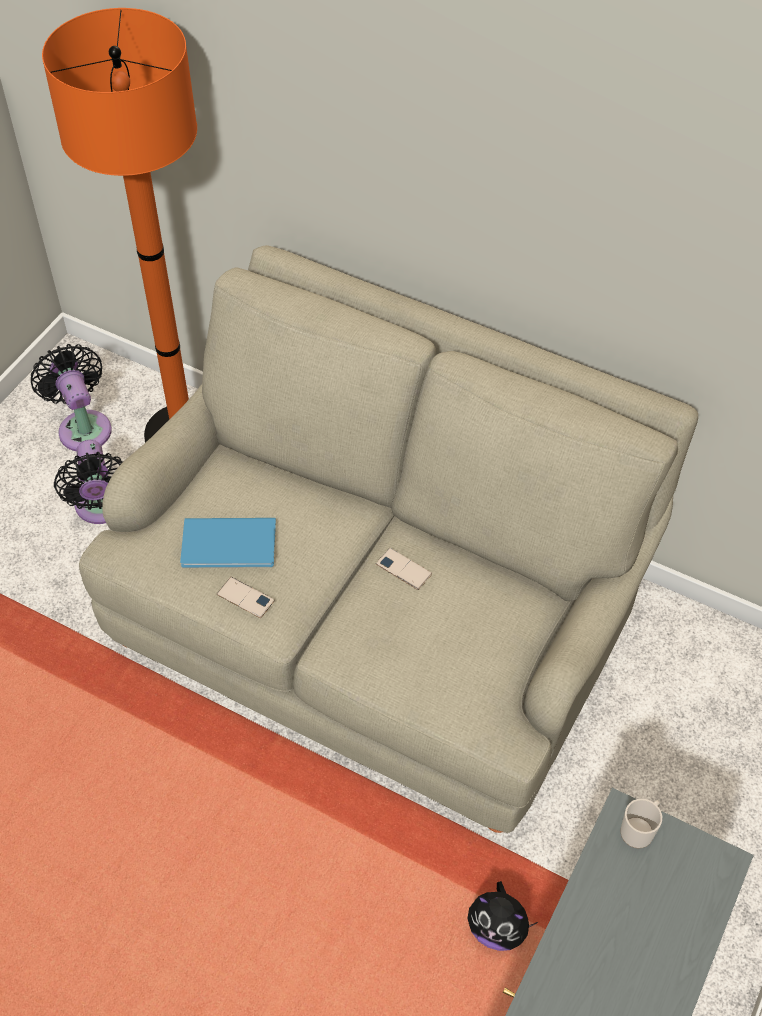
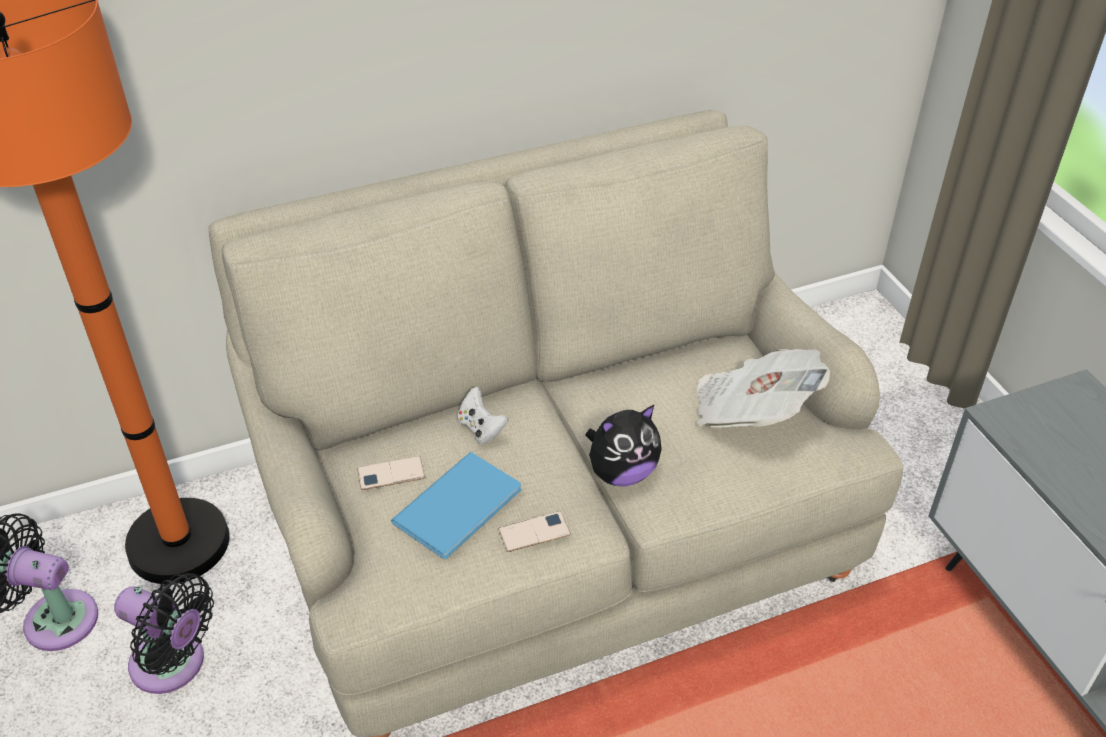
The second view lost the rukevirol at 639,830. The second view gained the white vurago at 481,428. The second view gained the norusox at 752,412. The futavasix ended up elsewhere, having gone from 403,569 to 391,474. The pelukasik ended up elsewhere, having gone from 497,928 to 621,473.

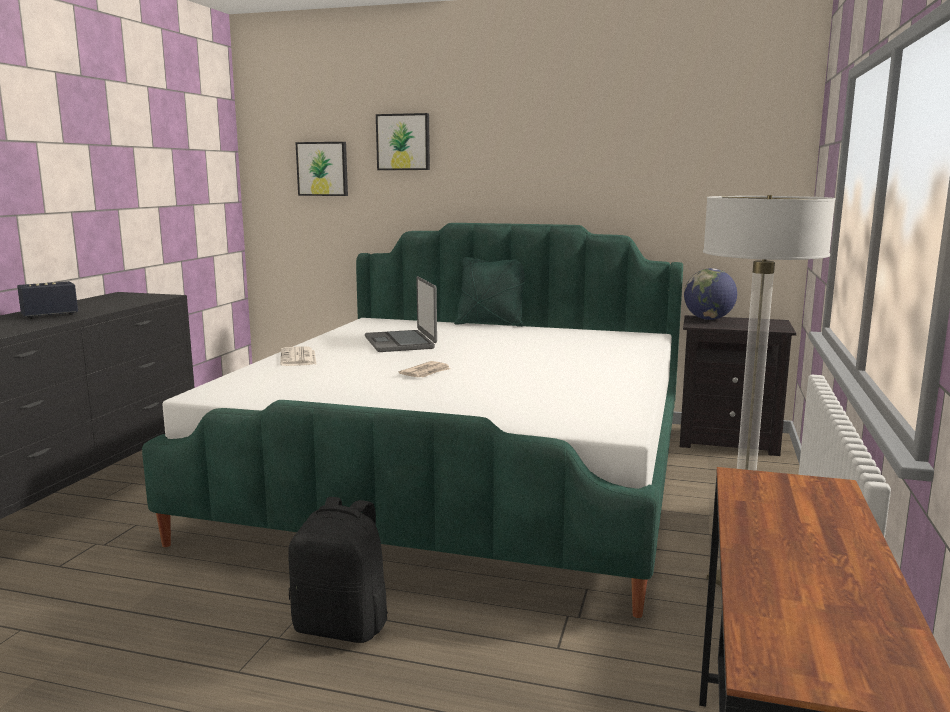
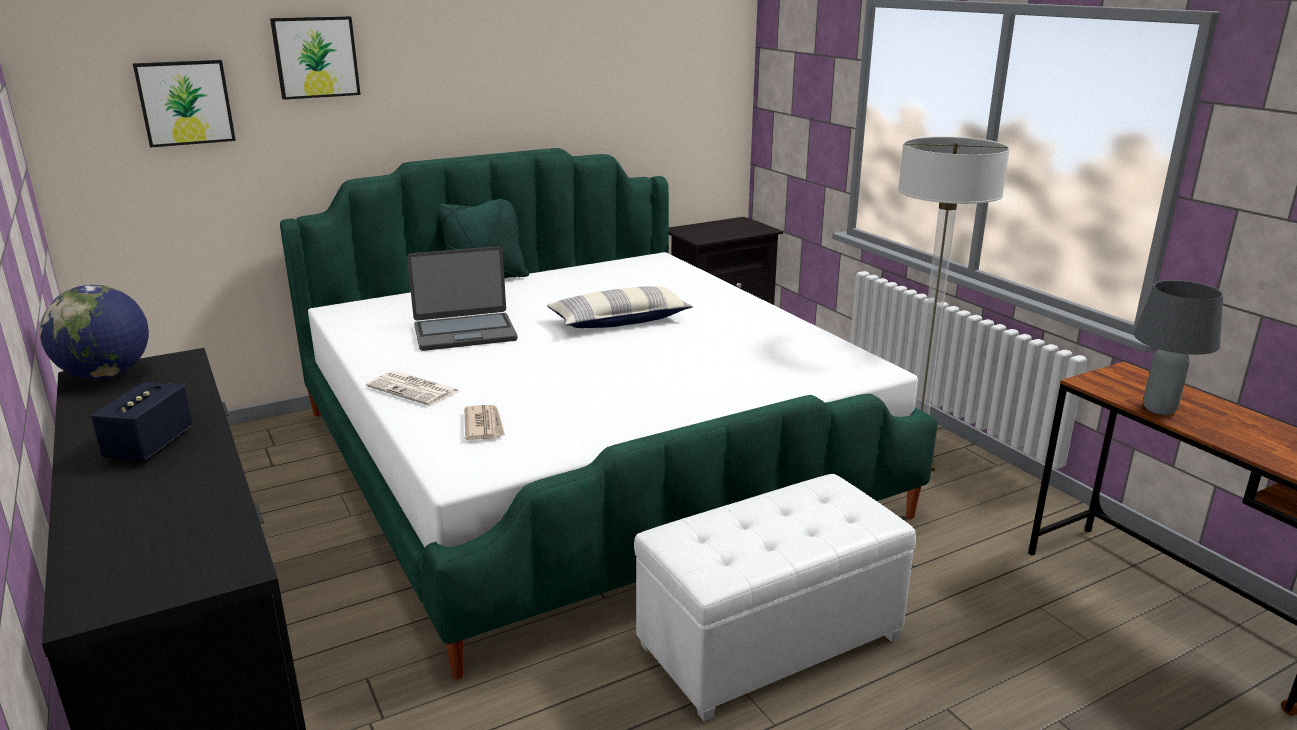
The second view gained the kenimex at 620,321. The second view gained the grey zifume at 1158,409. The norusox ended up elsewhere, having gone from 426,372 to 484,425. The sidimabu ended up elsewhere, having gone from 708,319 to 106,375. Where the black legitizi stood at 342,626, the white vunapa came to stand at 769,641. The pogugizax at 401,342 ended up facing another way, 45 degrees counterclockwise from before.

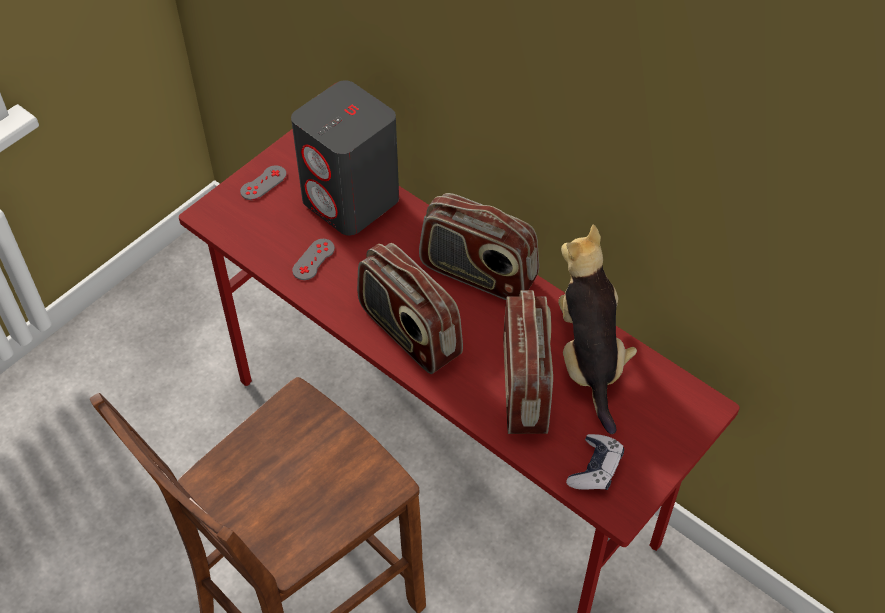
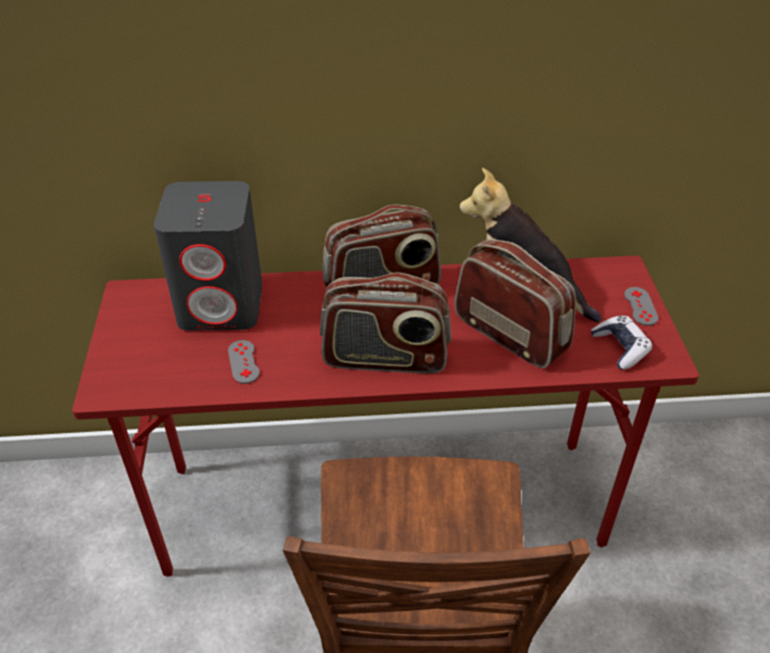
The grey vurago ended up elsewhere, having gone from 263,183 to 640,306.

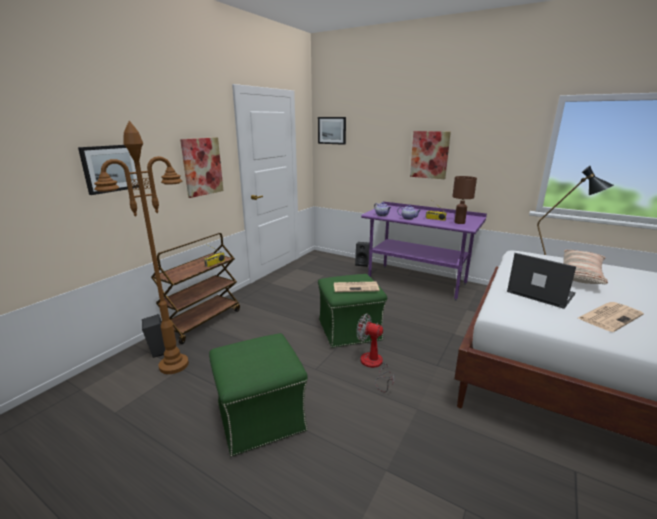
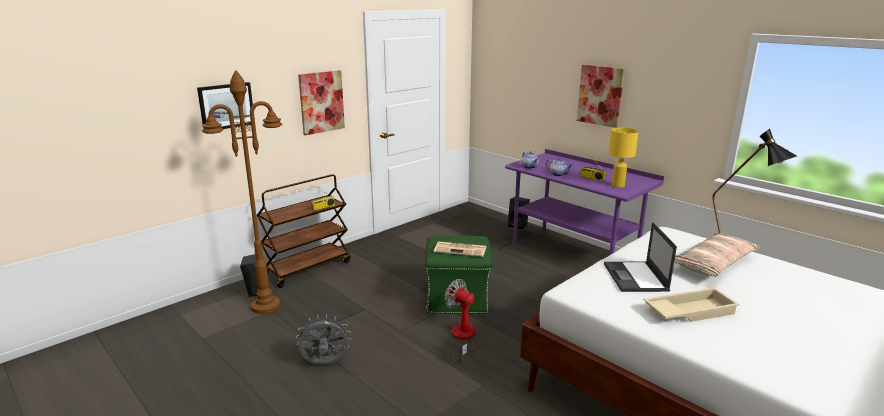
The second view lost the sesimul at 332,130. Where the green vunapa stood at 260,417, the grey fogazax came to stand at 325,364. Where the norusox stood at 609,316, the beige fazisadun came to stand at 689,311. What was the brown zifume at 459,222 turned into the yellow zifume at 617,185. The pogugizax at 539,293 ended up facing another way, 150 degrees counterclockwise from before.

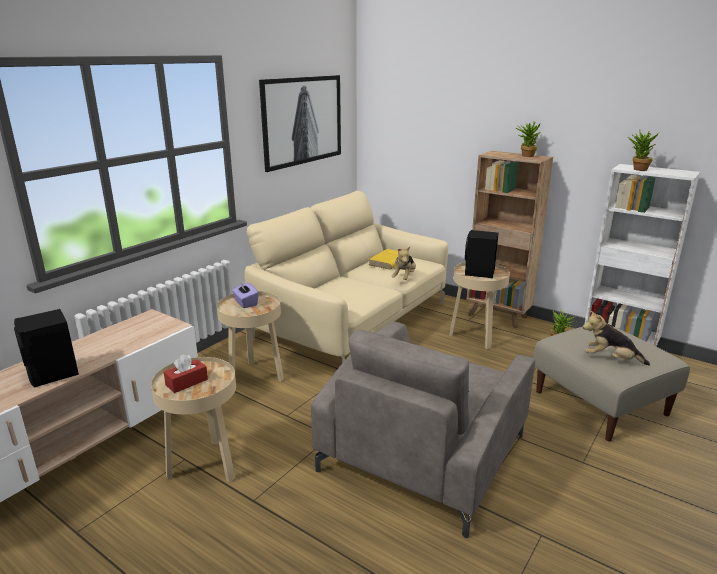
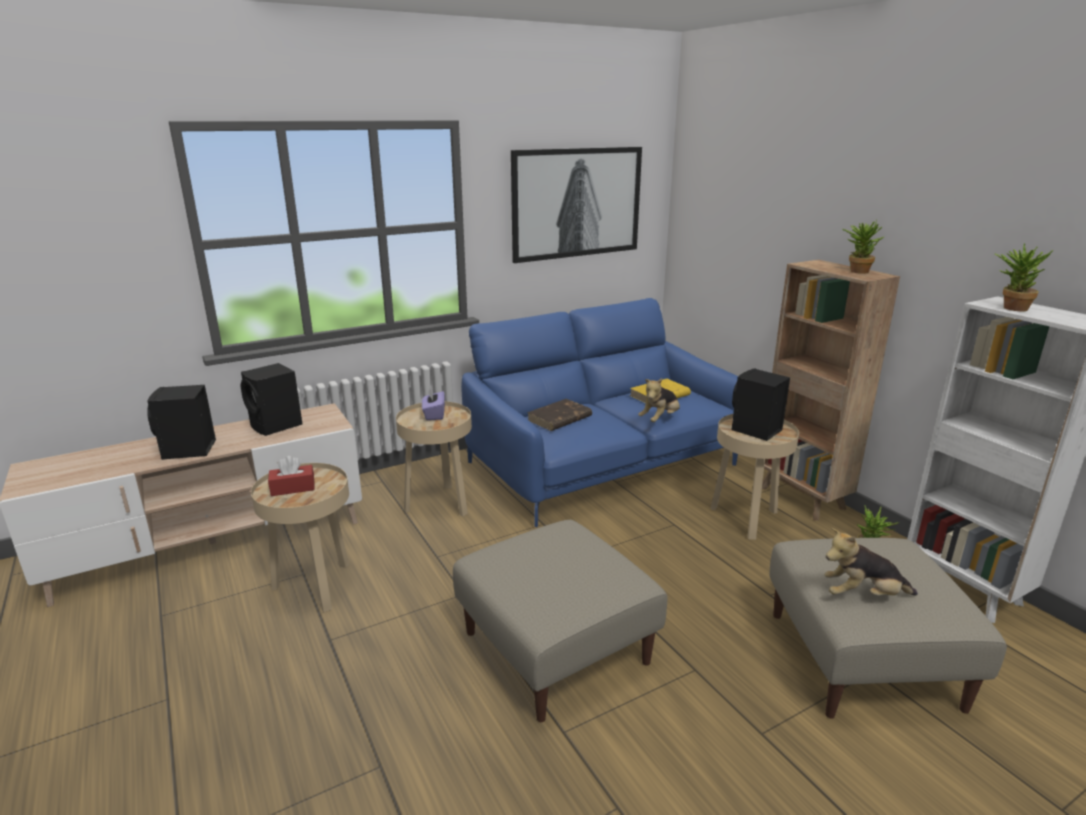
The second view gained the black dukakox at 276,426. The second view gained the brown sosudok at 559,418. Where the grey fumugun stood at 423,452, the beige vunapa came to stand at 554,647. What was the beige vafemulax at 354,321 turned into the blue vafemulax at 601,464. The pelukasik at 610,359 ended up facing another way, 45 degrees counterclockwise from before.

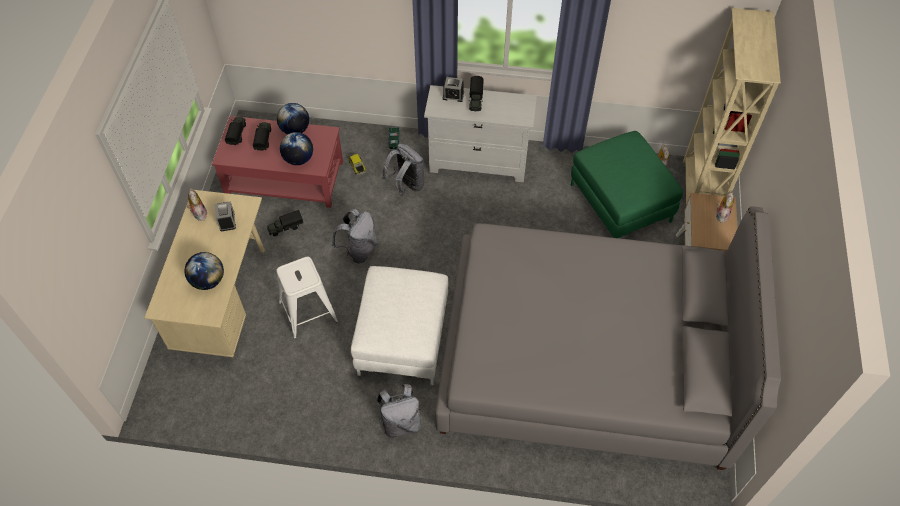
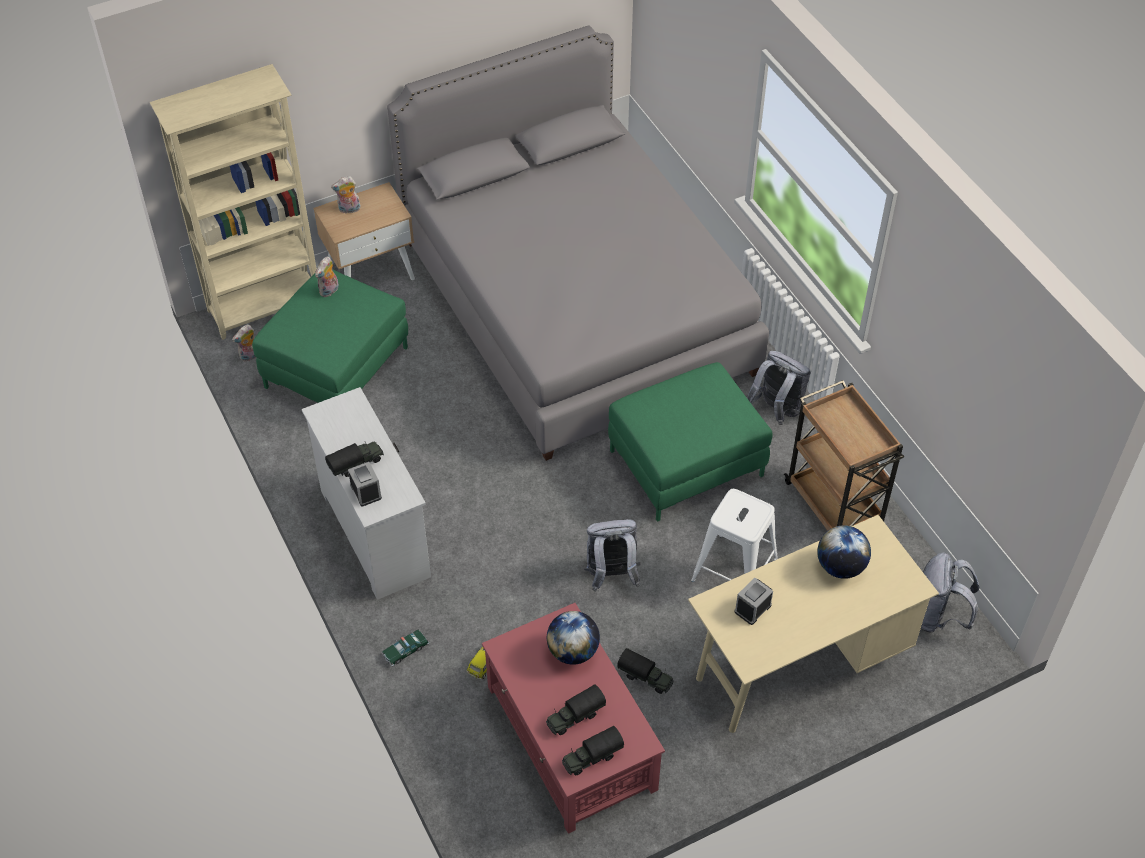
The second view lost the sidimabu at 295,130. The second view gained the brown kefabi at 834,505. The pelukasik ended up elsewhere, having gone from 199,213 to 329,291. The grey legitizi ended up elsewhere, having gone from 406,185 to 938,616. What was the white vunapa at 403,339 turned into the green vunapa at 686,463.

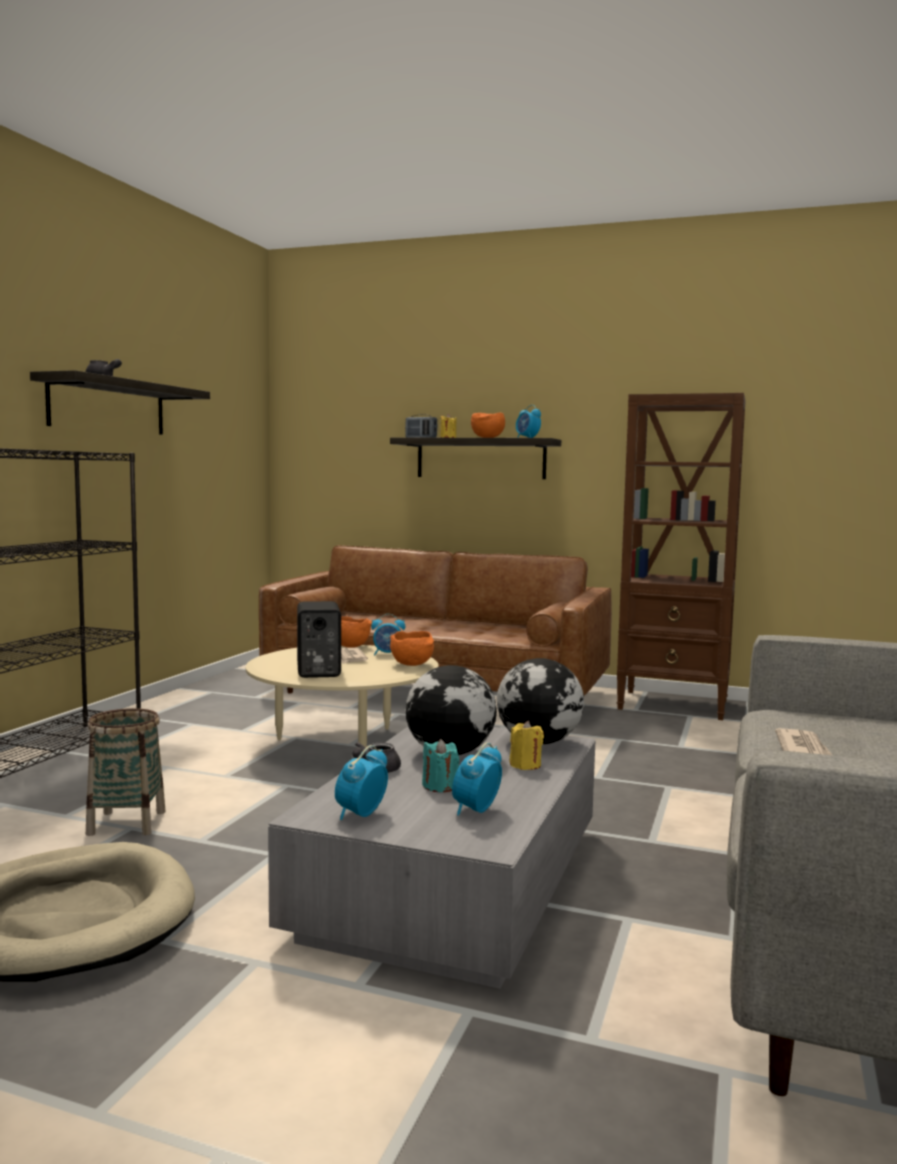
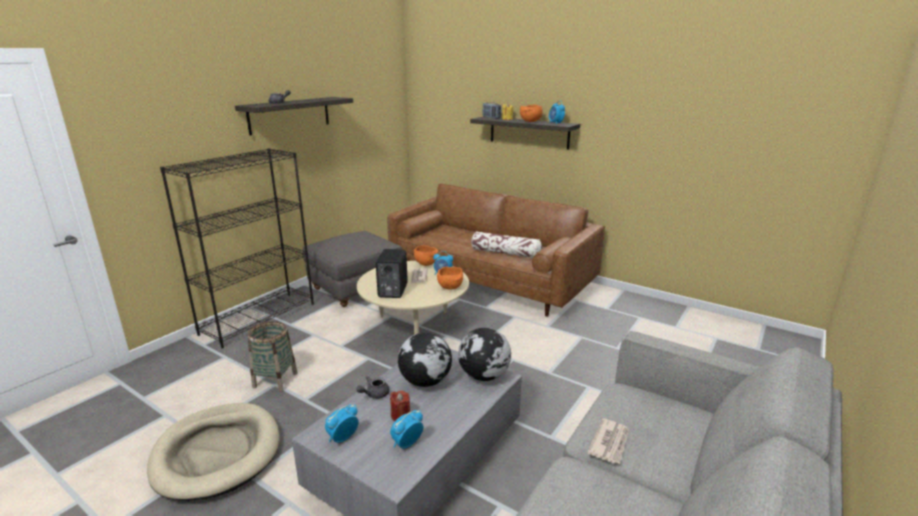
The second view lost the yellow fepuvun at 525,765. The second view lost the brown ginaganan at 674,705. The second view gained the grey vunapa at 355,289. The second view gained the kenimex at 506,253. What was the turquoise fepuvun at 439,786 turned into the red fepuvun at 400,415.

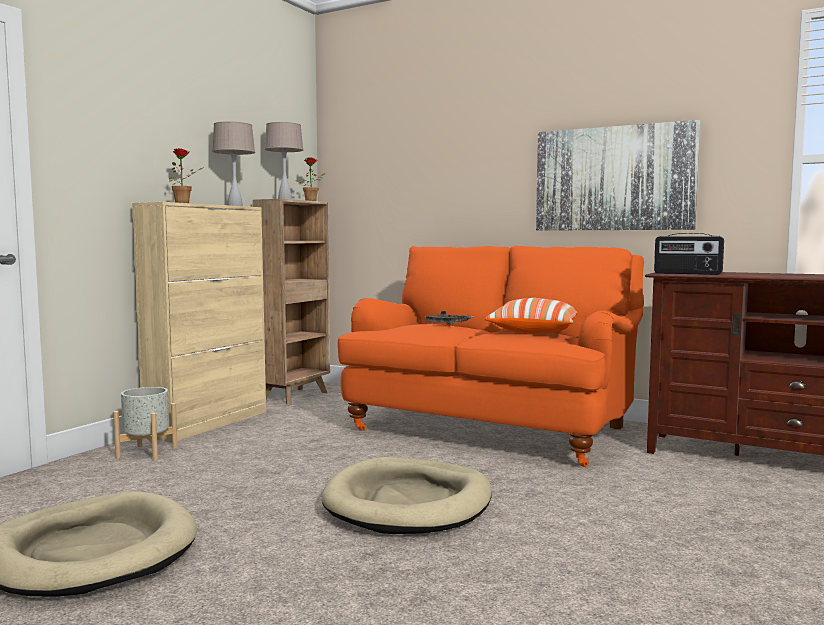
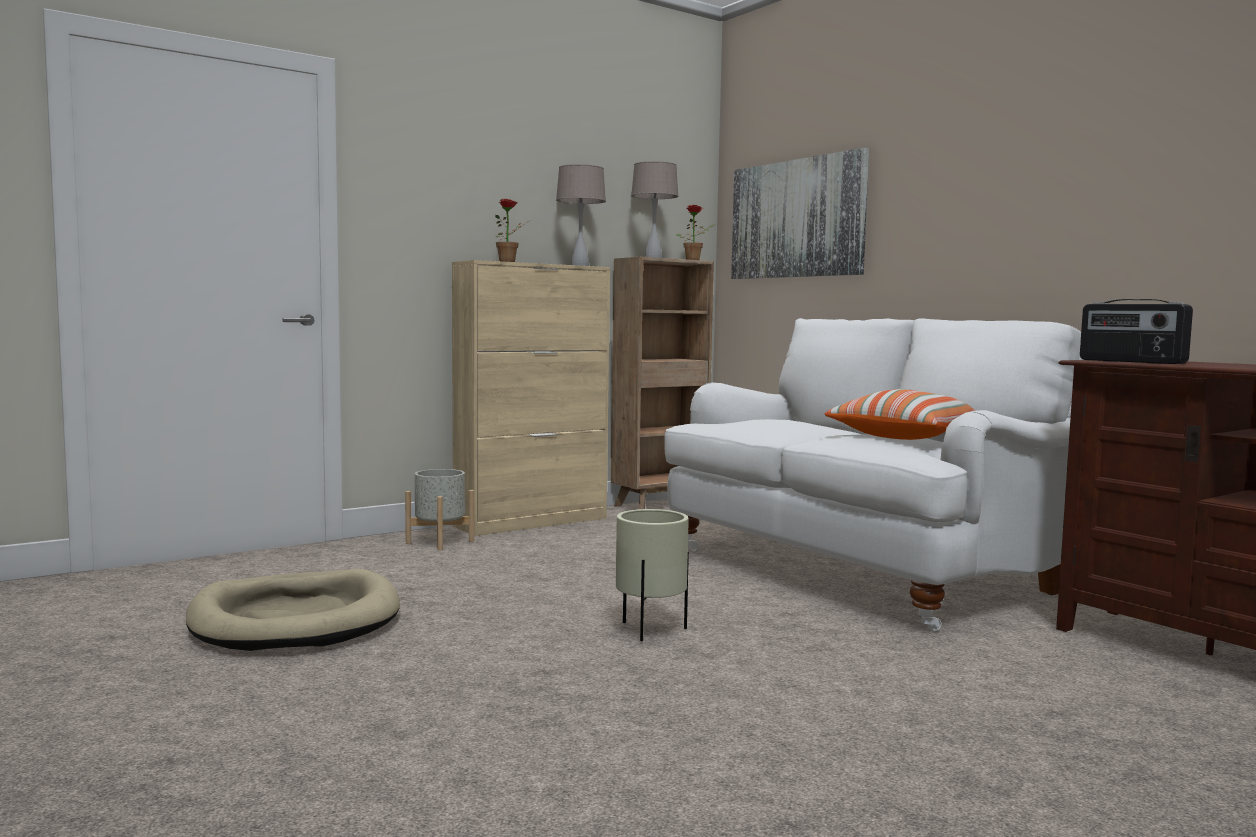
The second view lost the grey fazisadun at 447,324. The sesimul ended up elsewhere, having gone from 613,179 to 797,219. Where the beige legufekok stood at 409,503, the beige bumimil came to stand at 651,631. What was the orange vafemulax at 493,428 turned into the white vafemulax at 865,569.

